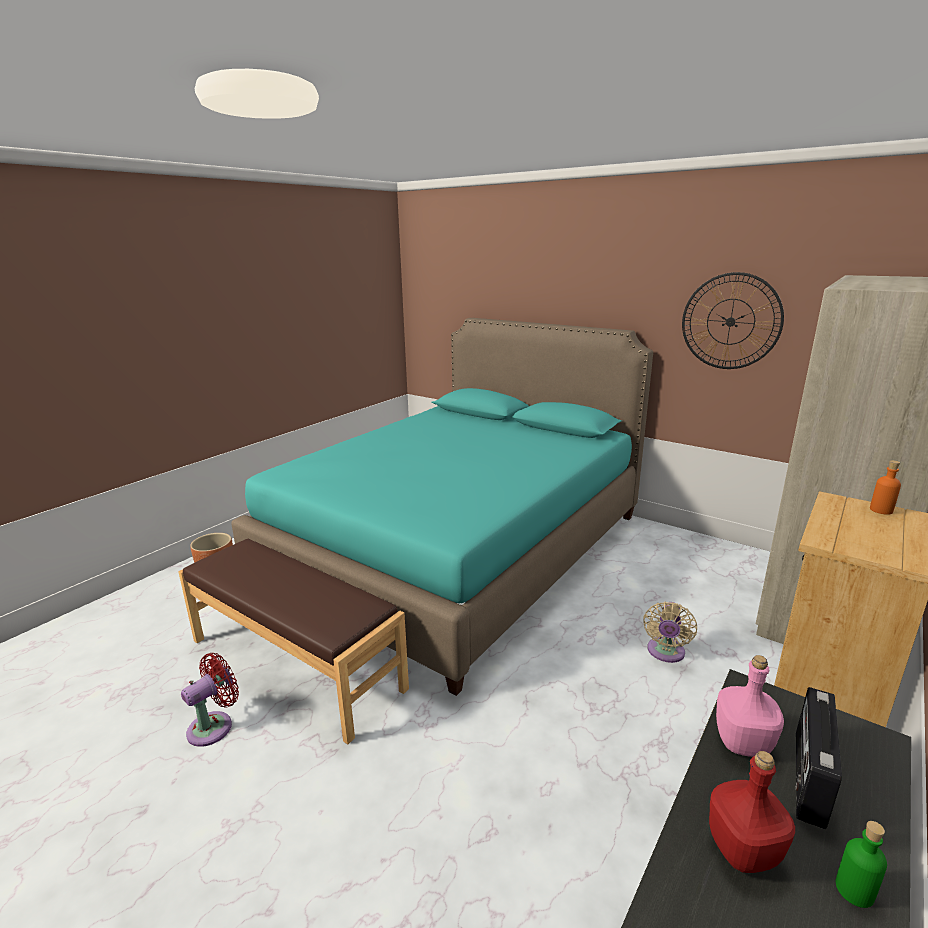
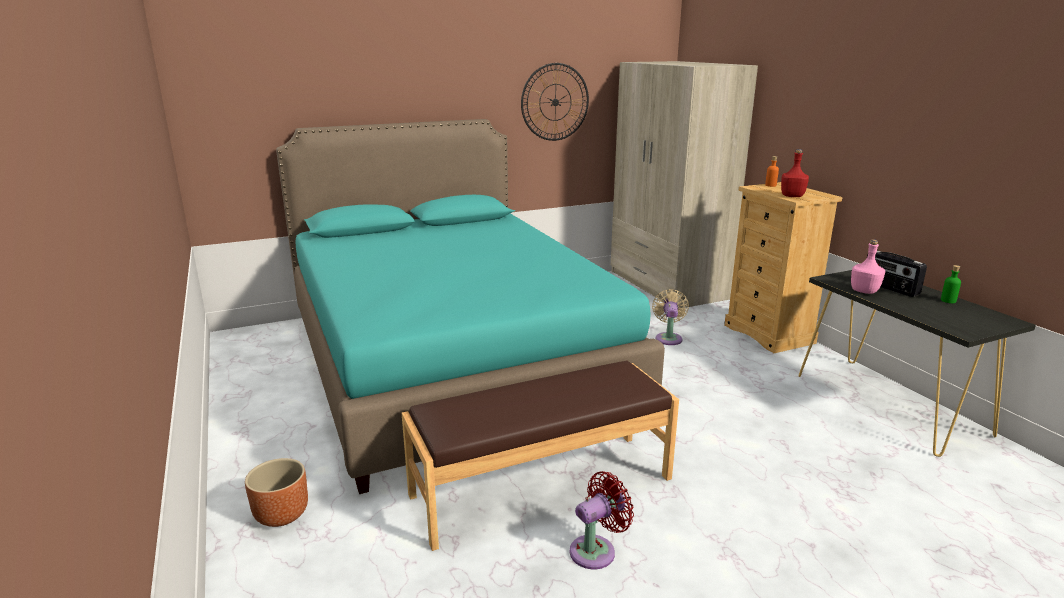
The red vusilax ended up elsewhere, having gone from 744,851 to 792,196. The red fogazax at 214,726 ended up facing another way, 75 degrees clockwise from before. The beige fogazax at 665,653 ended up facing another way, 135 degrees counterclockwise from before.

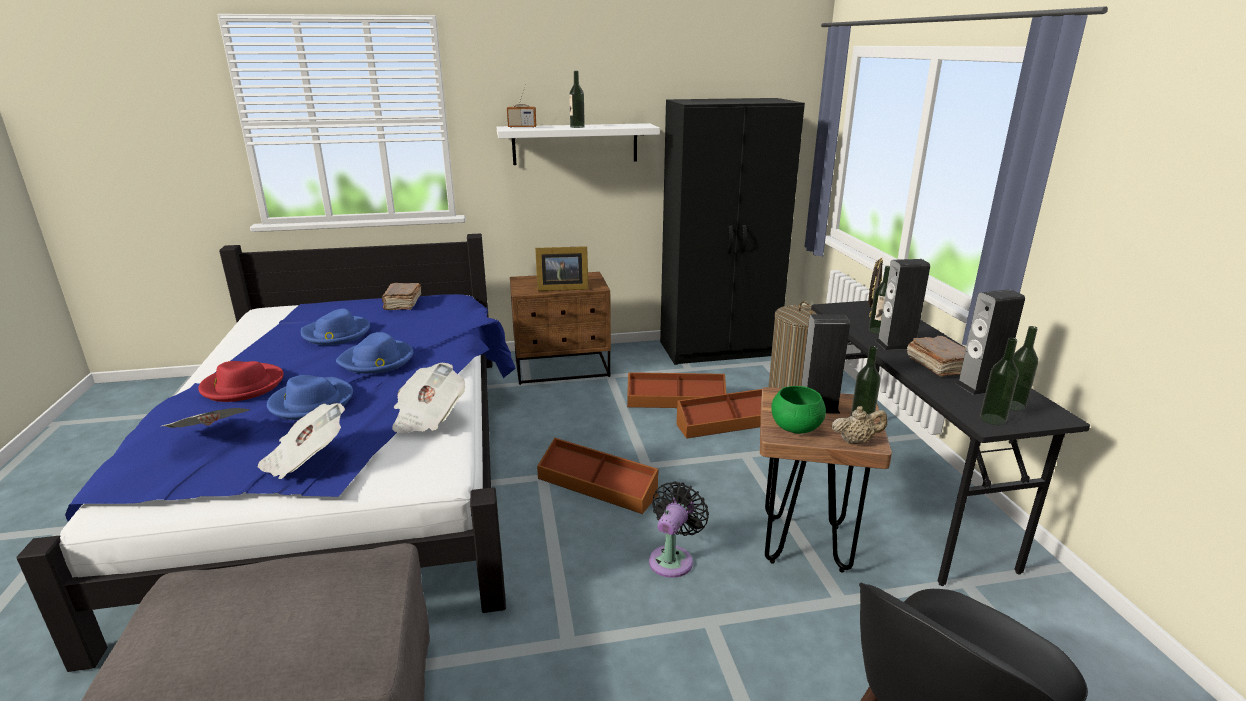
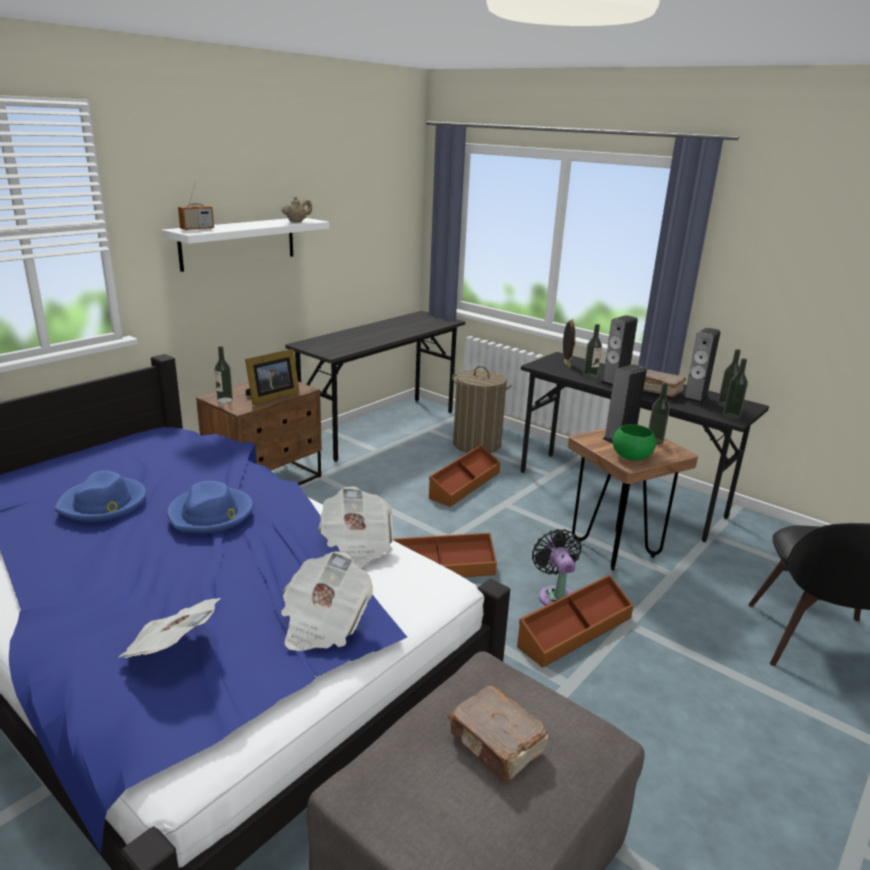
The second view lost the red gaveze at 243,386. The second view lost the blue gaveze at 311,402. The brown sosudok ended up elsewhere, having gone from 402,303 to 496,745. The vusilax ended up elsewhere, having gone from 577,127 to 225,400. The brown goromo ended up elsewhere, having gone from 676,401 to 574,631. The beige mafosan ended up elsewhere, having gone from 856,441 to 297,222. Where the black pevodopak stood at 719,349, the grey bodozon came to stand at 380,427.

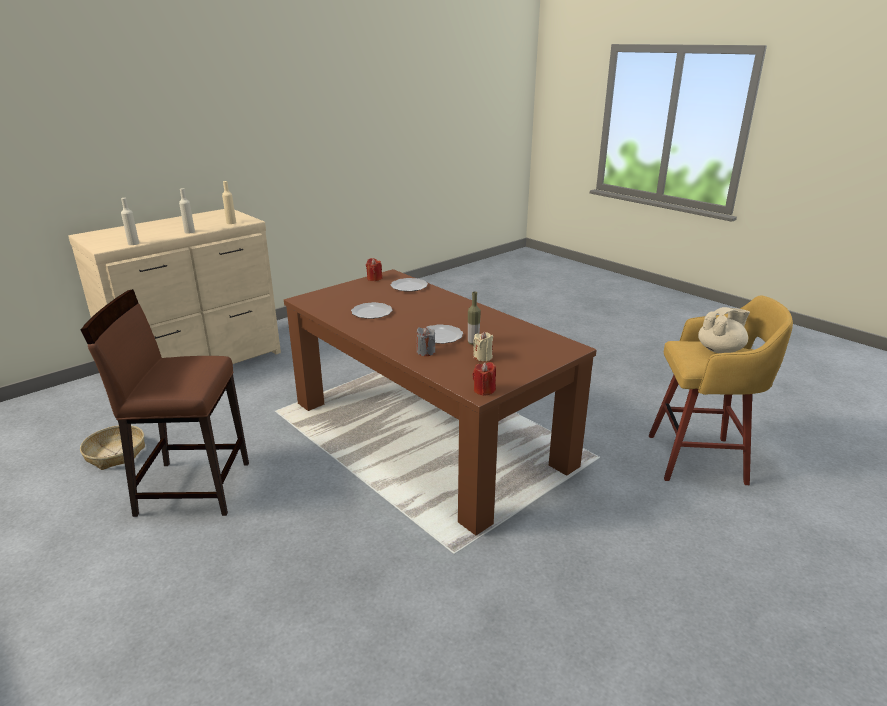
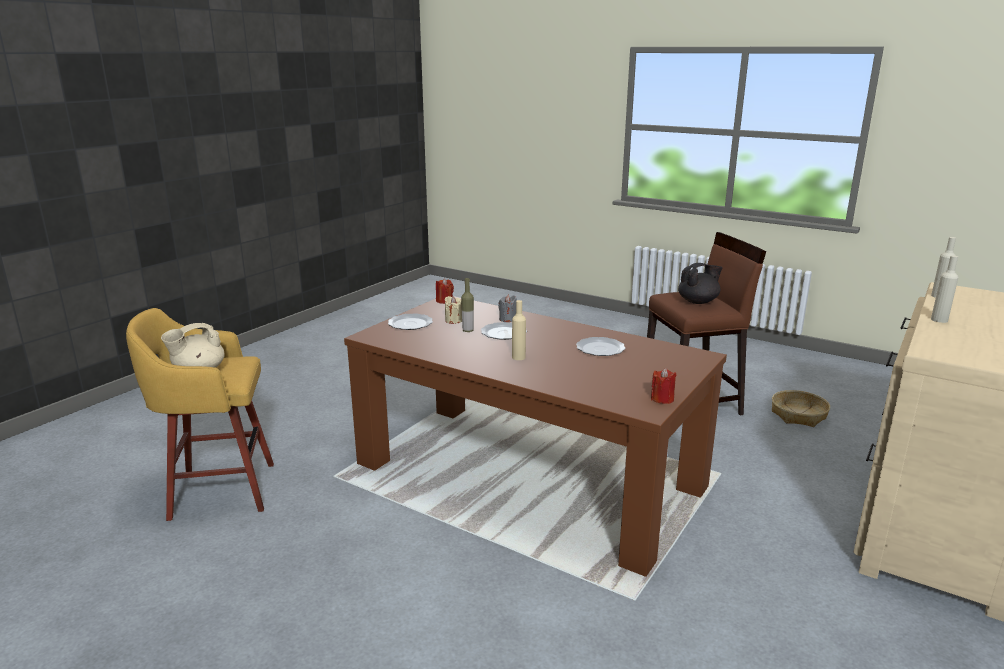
The second view gained the black mafosan at 698,302. The beige vusilax ended up elsewhere, having gone from 231,223 to 518,357. The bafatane ended up elsewhere, having gone from 409,286 to 409,324.

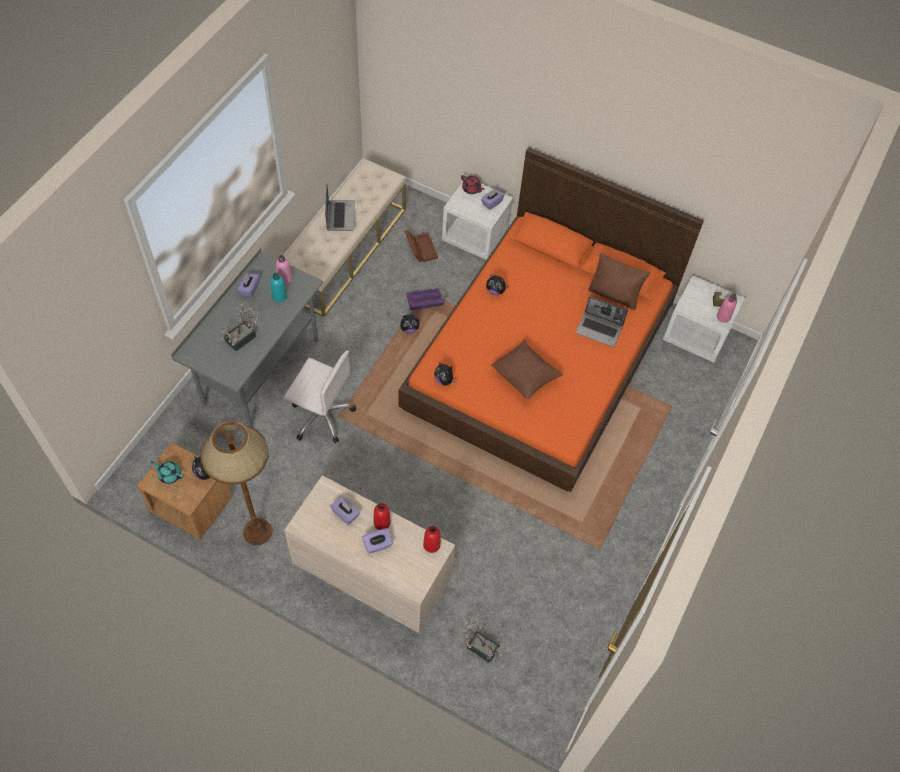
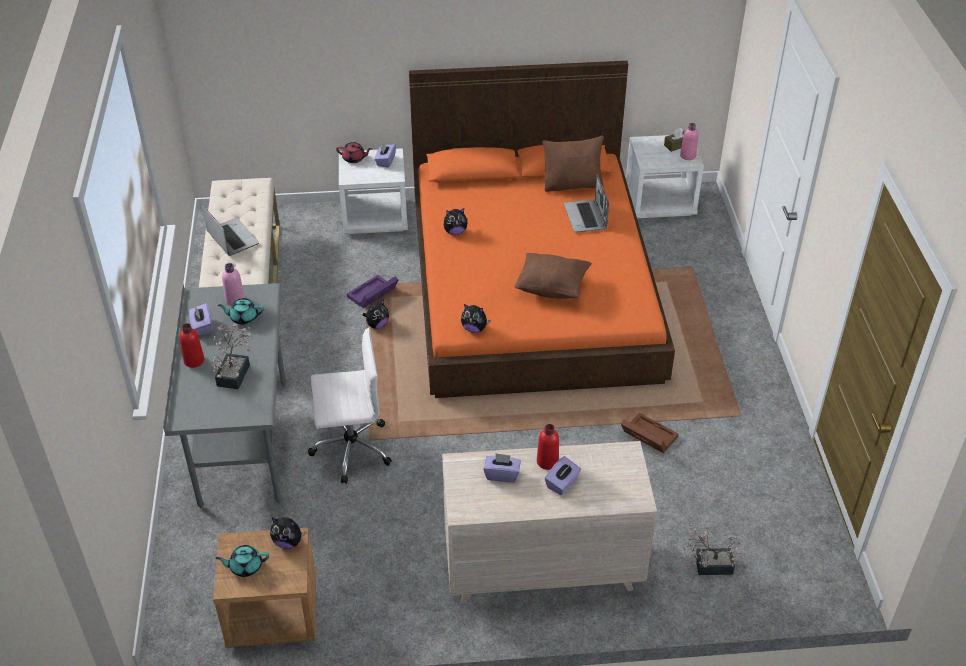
The second view lost the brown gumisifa at 258,532. The brown goromo ended up elsewhere, having gone from 420,248 to 647,436. The red vusilax ended up elsewhere, having gone from 431,545 to 194,361. Where the turquoise vusilax stood at 279,296, the turquoise mafosan came to stand at 243,318. The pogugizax at 599,330 ended up facing another way, 90 degrees clockwise from before.

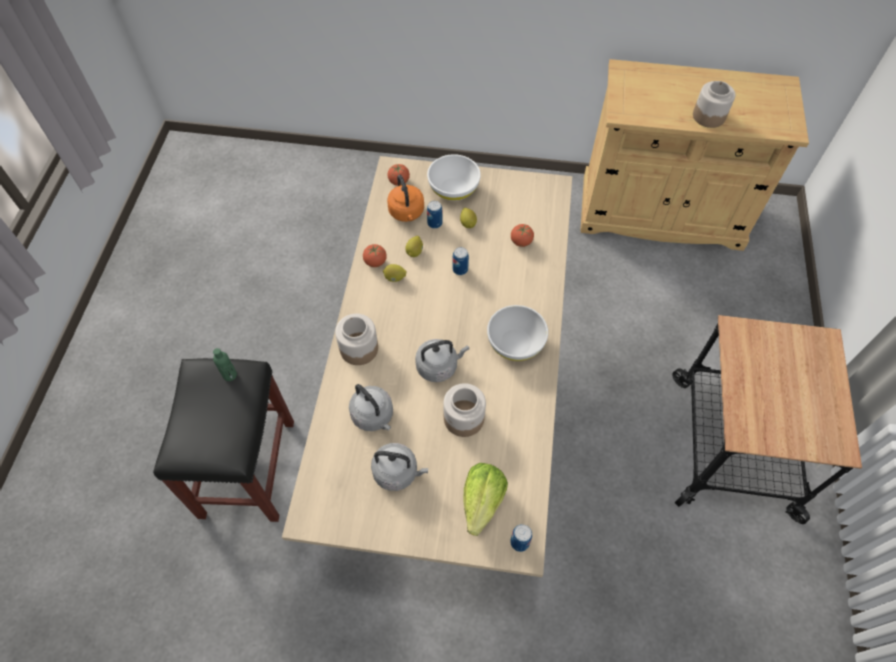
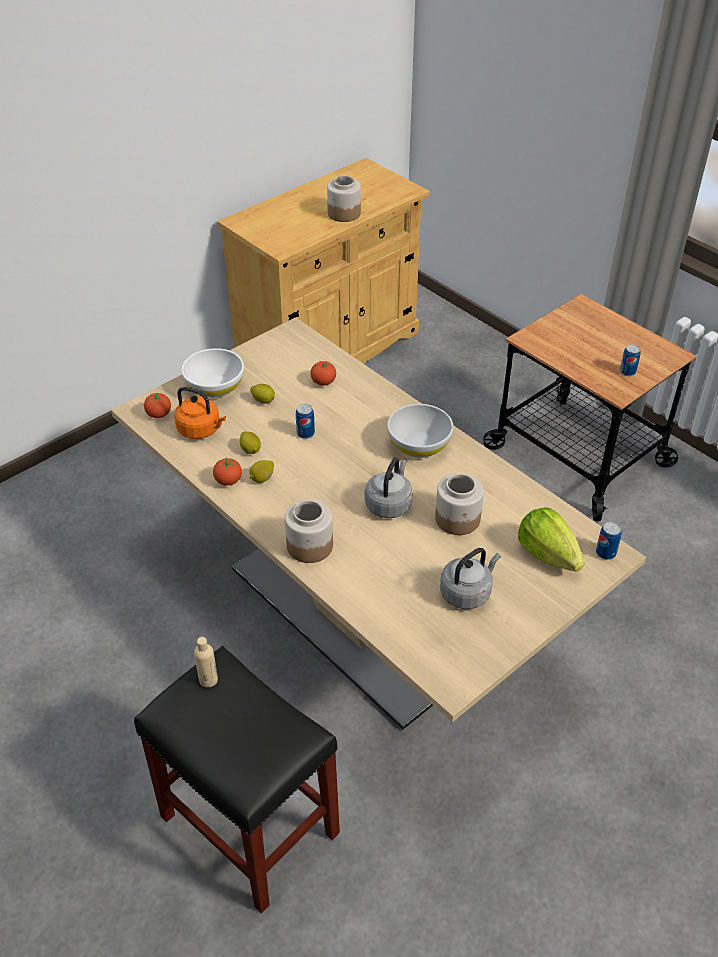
The second view lost the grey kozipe at 374,416. The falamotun ended up elsewhere, having gone from 434,223 to 627,372. What was the green vusilax at 230,375 turned into the beige vusilax at 208,680.

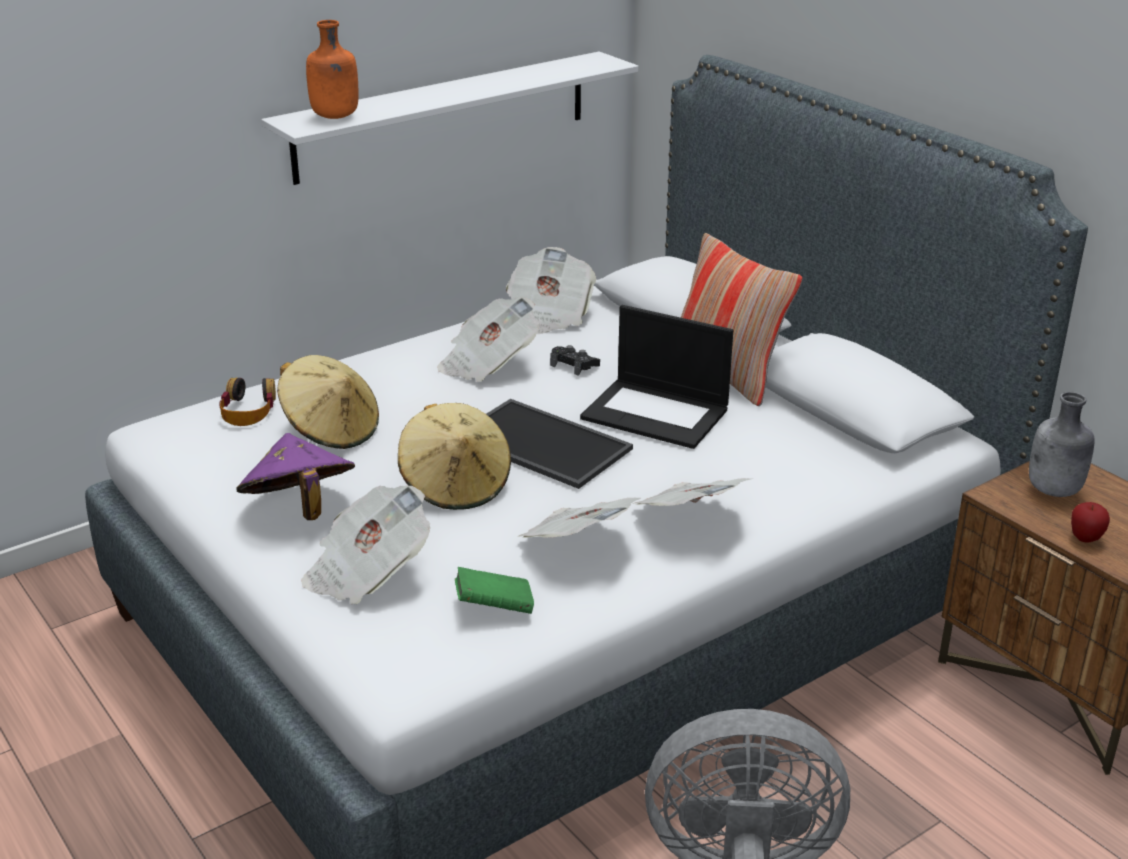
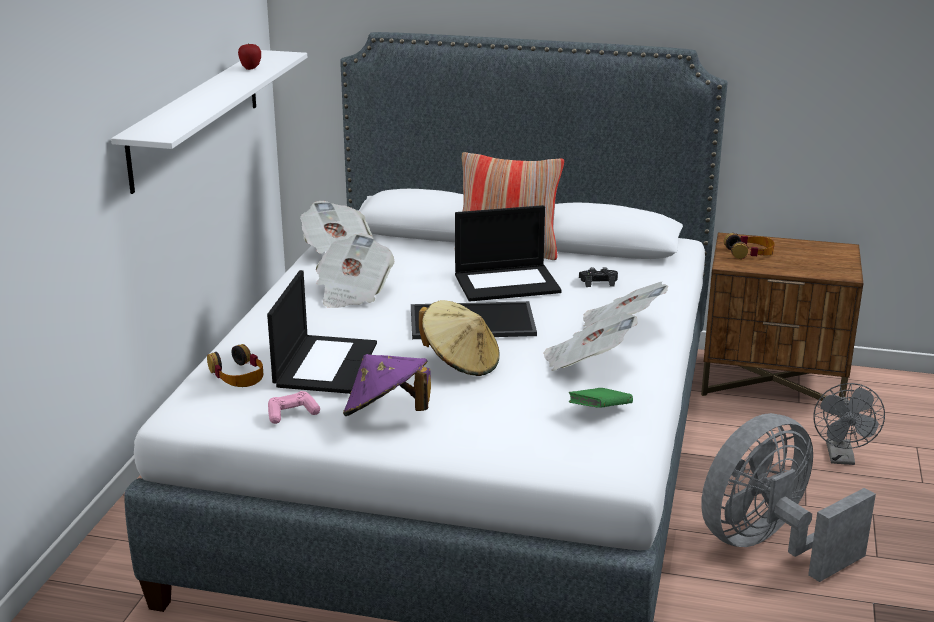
The second view lost the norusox at 367,572. The second view lost the orange vusilax at 335,116. The second view gained the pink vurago at 292,414. The second view gained the grey fogazax at 841,458. The black vurago ended up elsewhere, having gone from 574,365 to 598,282. The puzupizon ended up elsewhere, having gone from 1085,539 to 250,68. Where the beige gaveze stood at 331,431, the pogugizax came to stand at 325,364. Where the grey vusilax stood at 1054,491, the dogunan came to stand at 749,252.

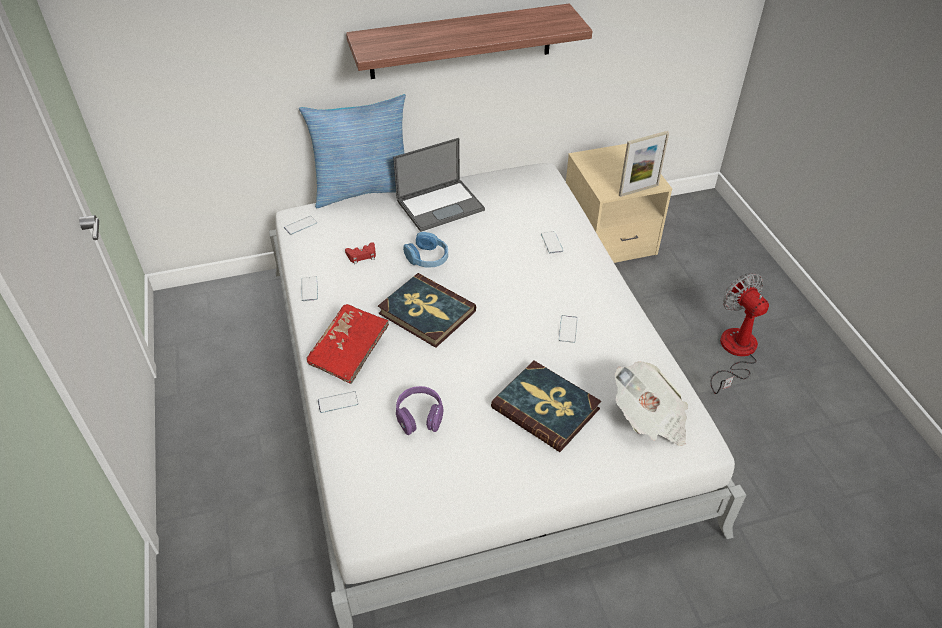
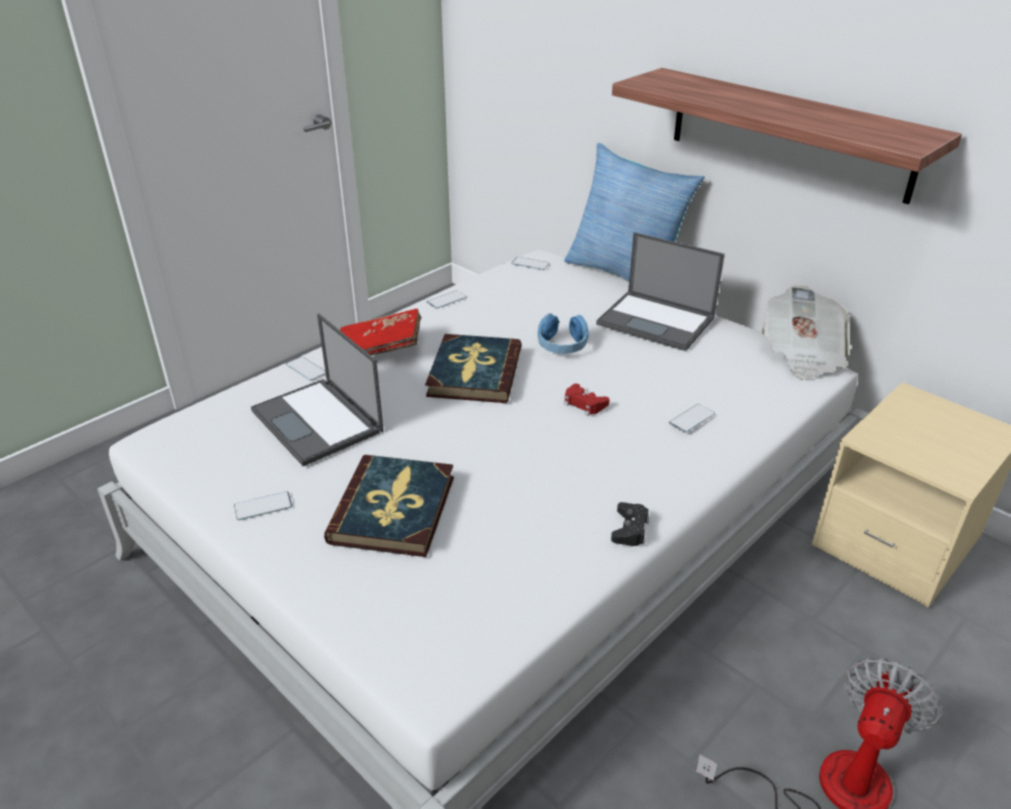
The second view lost the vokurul at 638,190. The second view gained the black vurago at 630,529. The red vurago ended up elsewhere, having gone from 362,255 to 584,404. The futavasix ended up elsewhere, having gone from 568,329 to 263,506. The norusox ended up elsewhere, having gone from 649,418 to 802,354. Where the purple dogunan stood at 419,416, the pogugizax came to stand at 318,421.

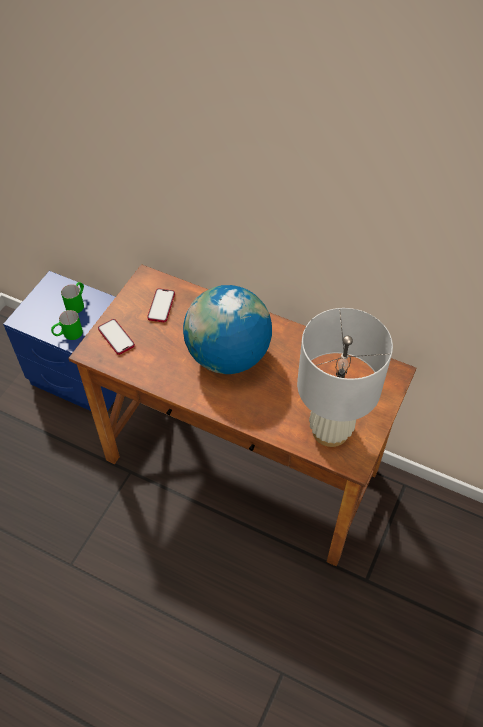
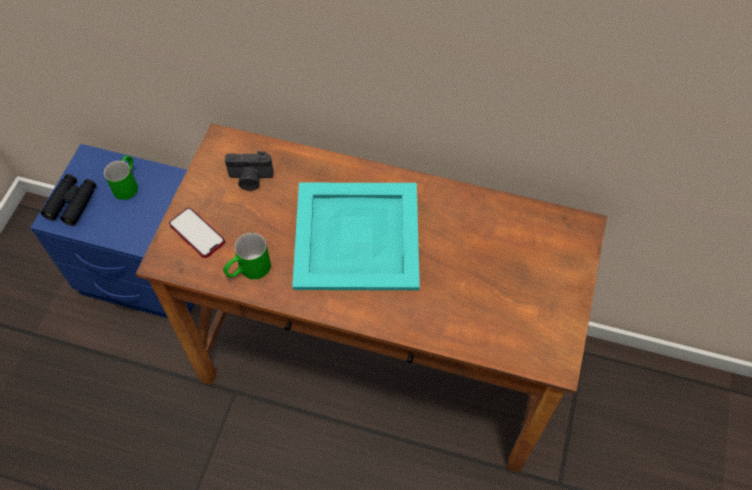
The second view lost the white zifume at 330,430. The second view gained the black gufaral at 72,203. The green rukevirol ended up elsewhere, having gone from 68,334 to 248,270. Where the futavasix stood at 161,306, the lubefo came to stand at 250,179. Where the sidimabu stood at 228,356, the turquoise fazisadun came to stand at 355,237.

